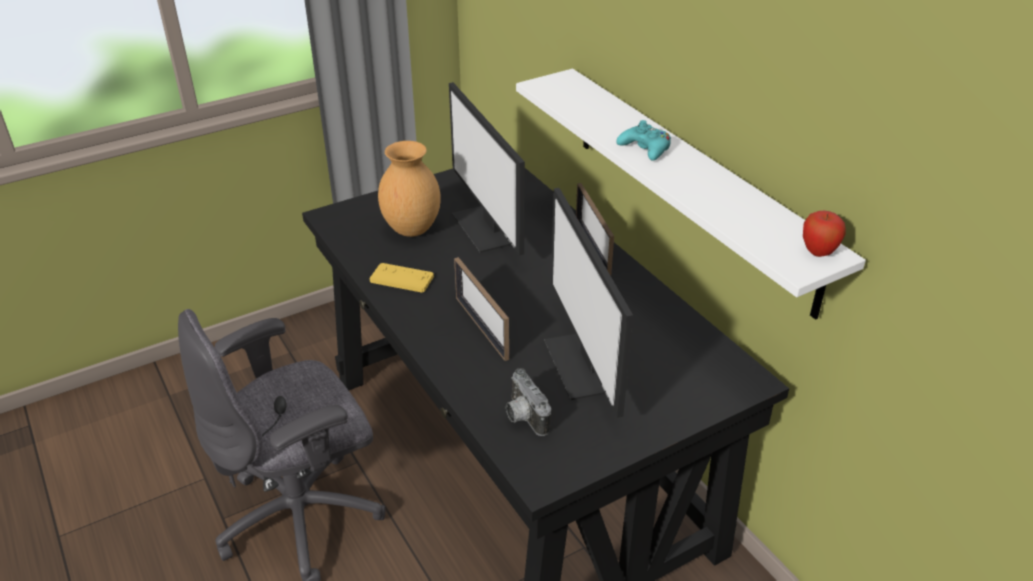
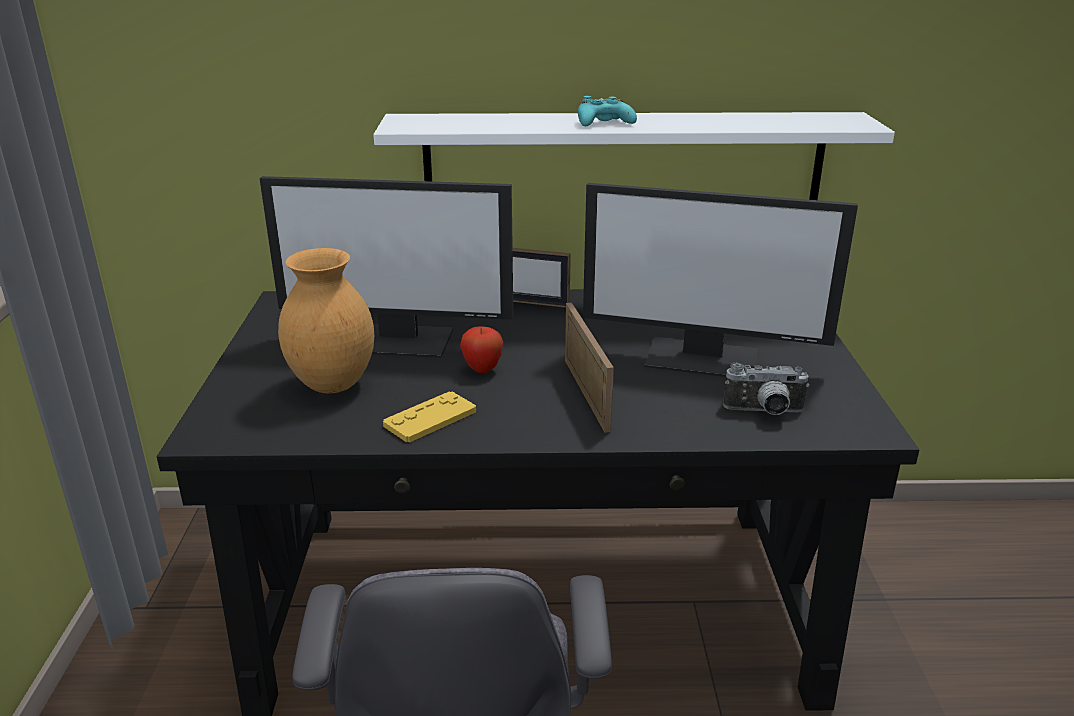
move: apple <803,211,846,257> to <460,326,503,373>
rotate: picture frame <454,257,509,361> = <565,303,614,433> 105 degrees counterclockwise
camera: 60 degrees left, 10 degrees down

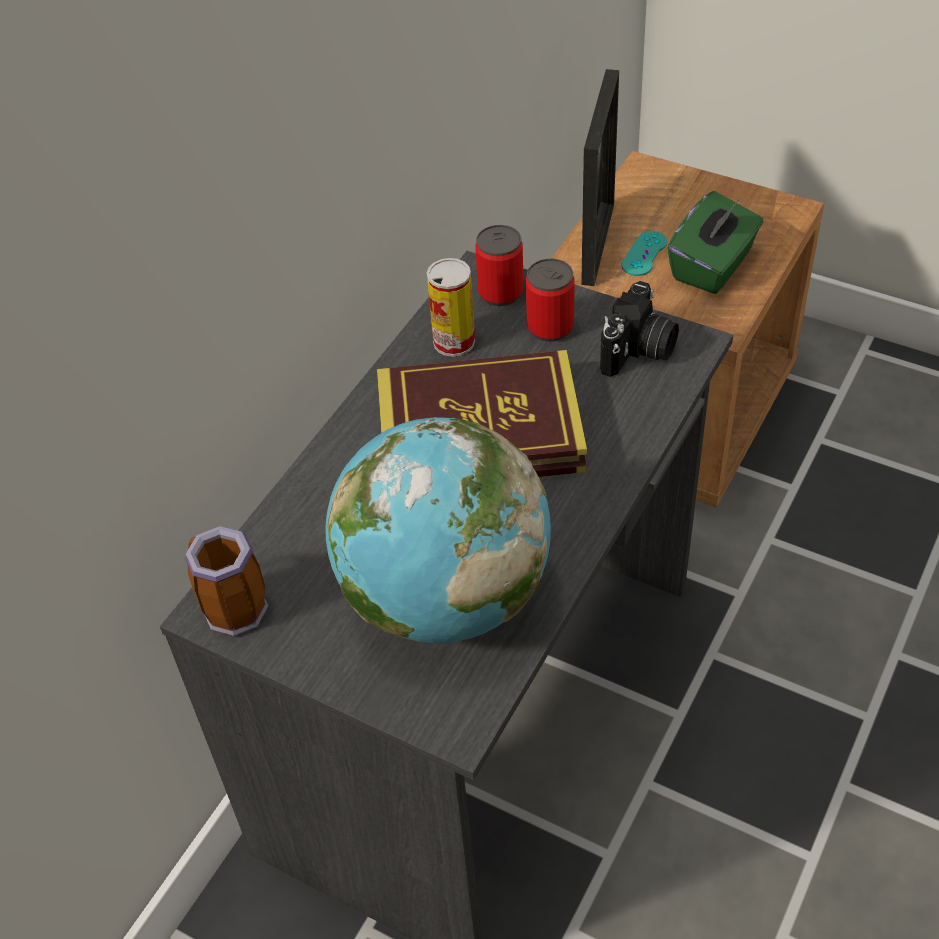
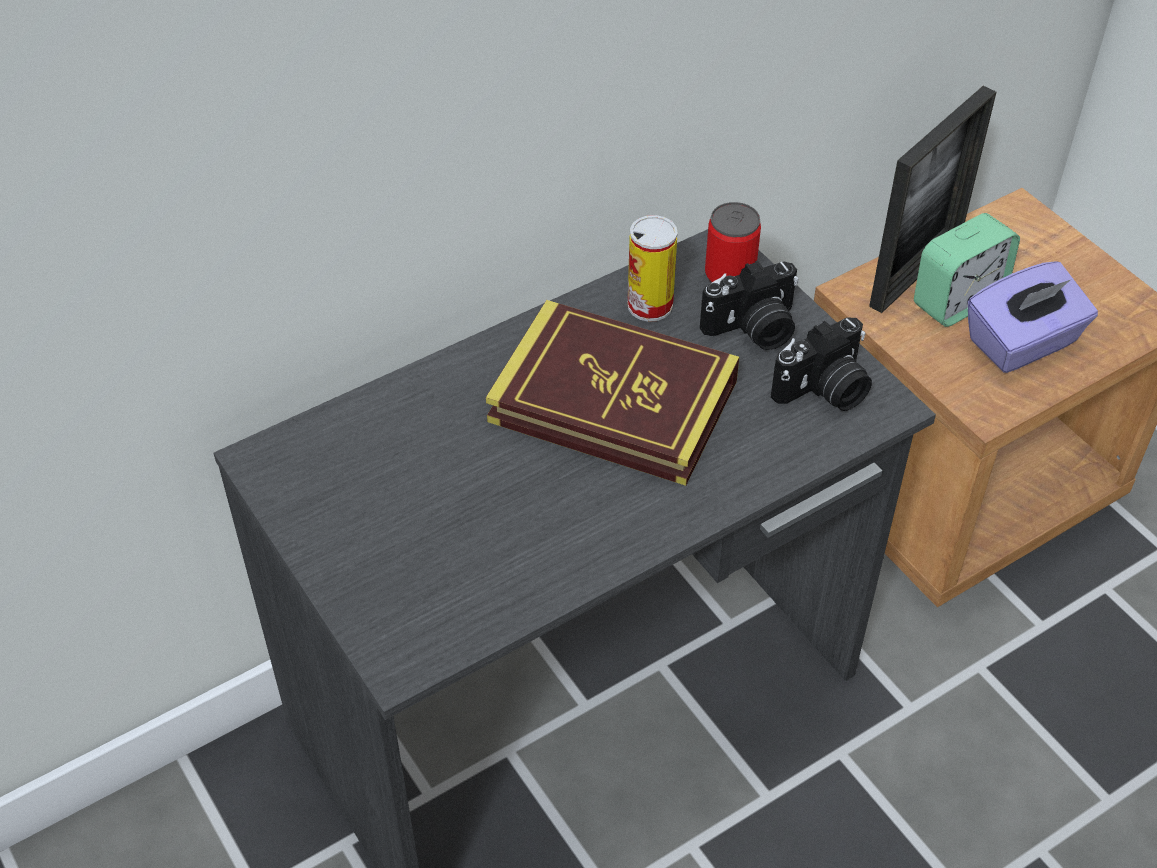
delete: mug <184,526,268,636>; globe <325,417,551,643>
replace: can <526,259,575,342> to photo camera <700,261,799,350>; turquoise game controller <622,231,667,276> to alarm clock <914,213,1020,327>
recolor: green tissue box <668,191,763,294> to purple tissue box <968,261,1098,373>
camera: 25 degrees right, 0 degrees up

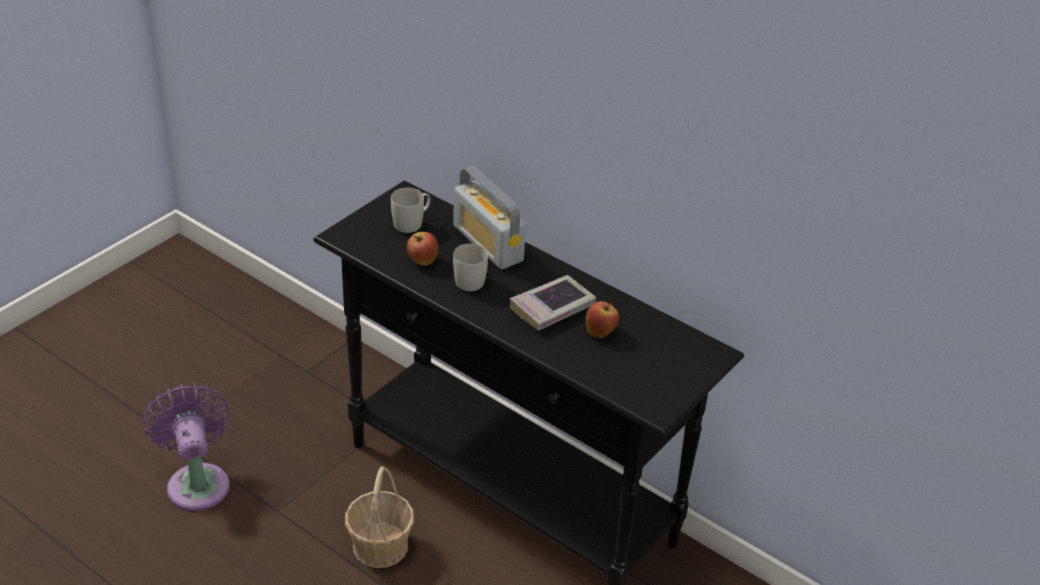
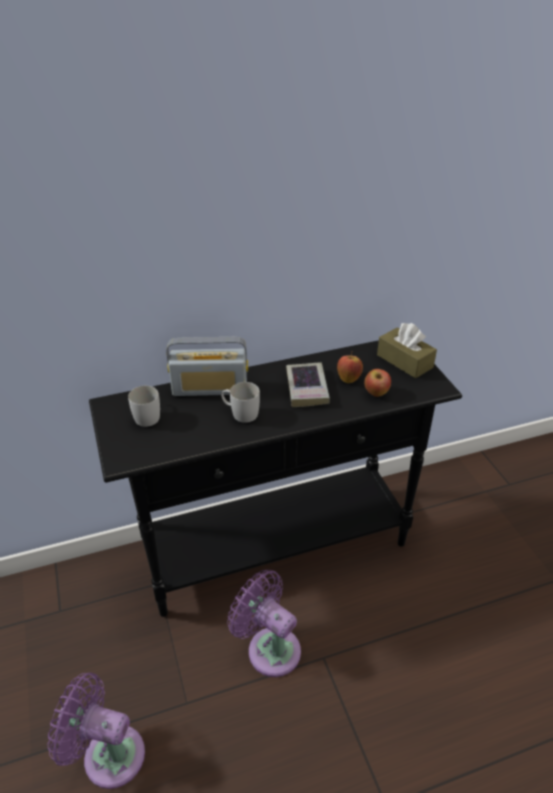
insert: brown tissue box <377,323,437,378>
move: apple <407,232,438,266> to <364,369,391,397>
replace: basket <345,466,414,568> to purple fan <227,570,301,677>
camera: 55 degrees left, 0 degrees up

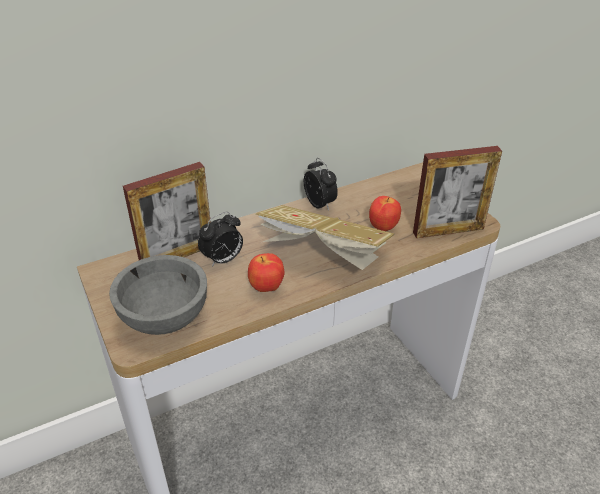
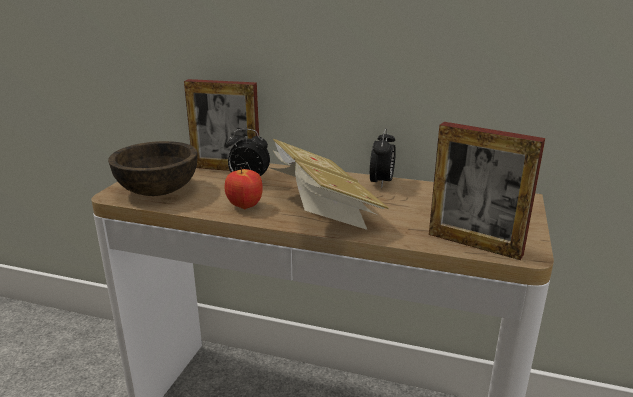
delete: apple <369,196,401,231>
recolor: grey bowl <109,255,207,335> to brown bowl <108,141,198,196>
camera: 45 degrees right, 15 degrees down

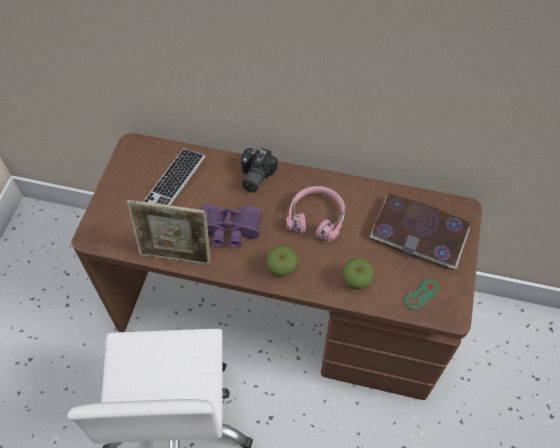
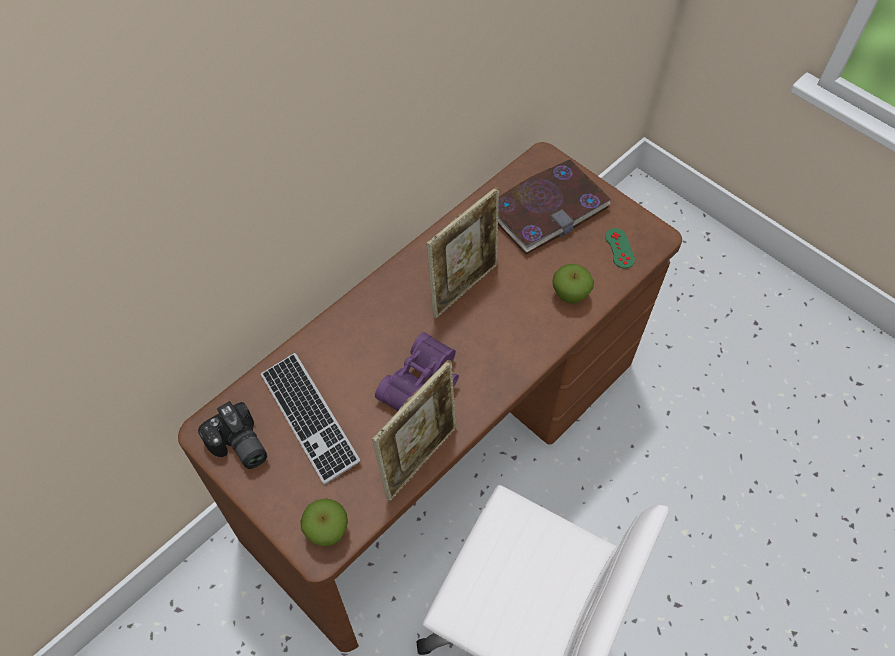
move: photo camera <241,148,277,192> to <198,401,267,469>; apple <266,246,298,277> to <300,498,348,546>
replace: pink headphones <286,186,345,241> to picture frame <426,187,499,318>
camera: 60 degrees left, 0 degrees up

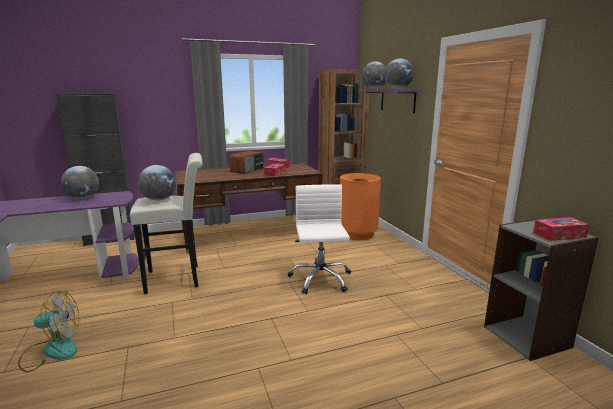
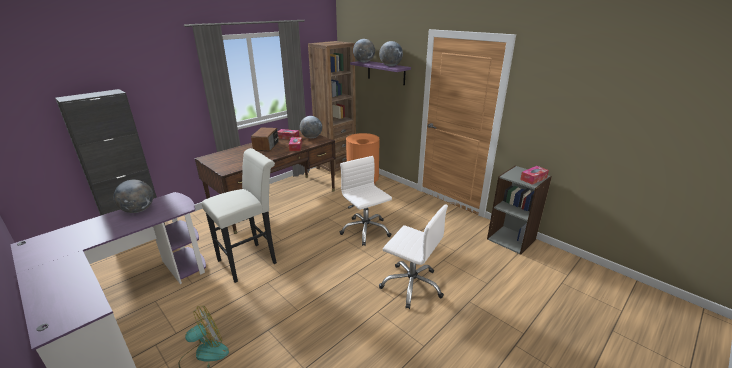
insert: white office chair <379,204,448,309>
move: globe <138,165,176,201> to <300,116,322,138>
camera: 25 degrees left, 10 degrees up

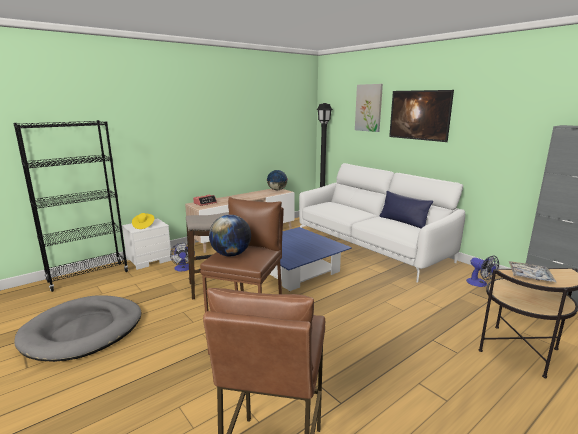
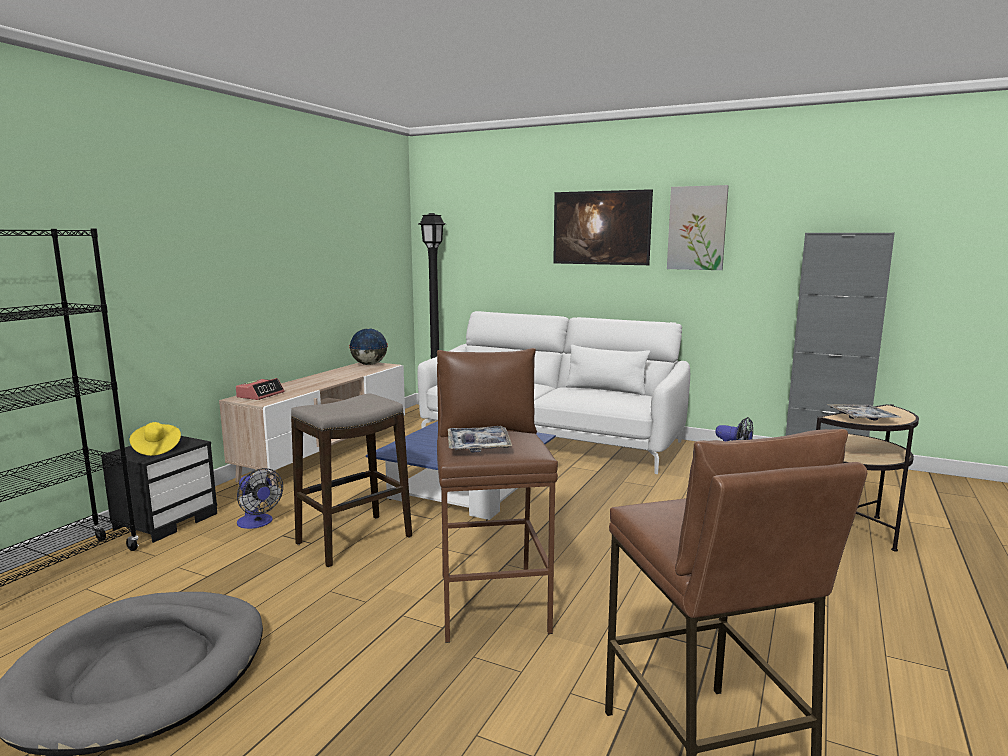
move: picture <355,84,383,132> to <667,185,729,270>
replace: globe <209,215,251,257> to tray <448,426,512,453>
recolor: white nightstand <122,218,172,270> to black nightstand <102,436,217,543>; blue pillow <380,191,433,228> to white pillow <565,345,650,395>
camera: 25 degrees left, 5 degrees down

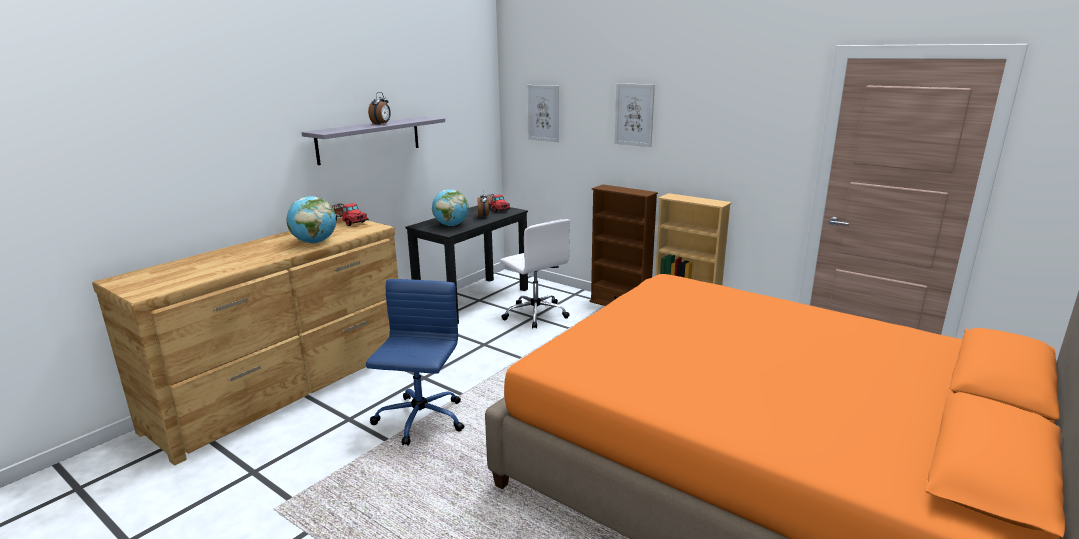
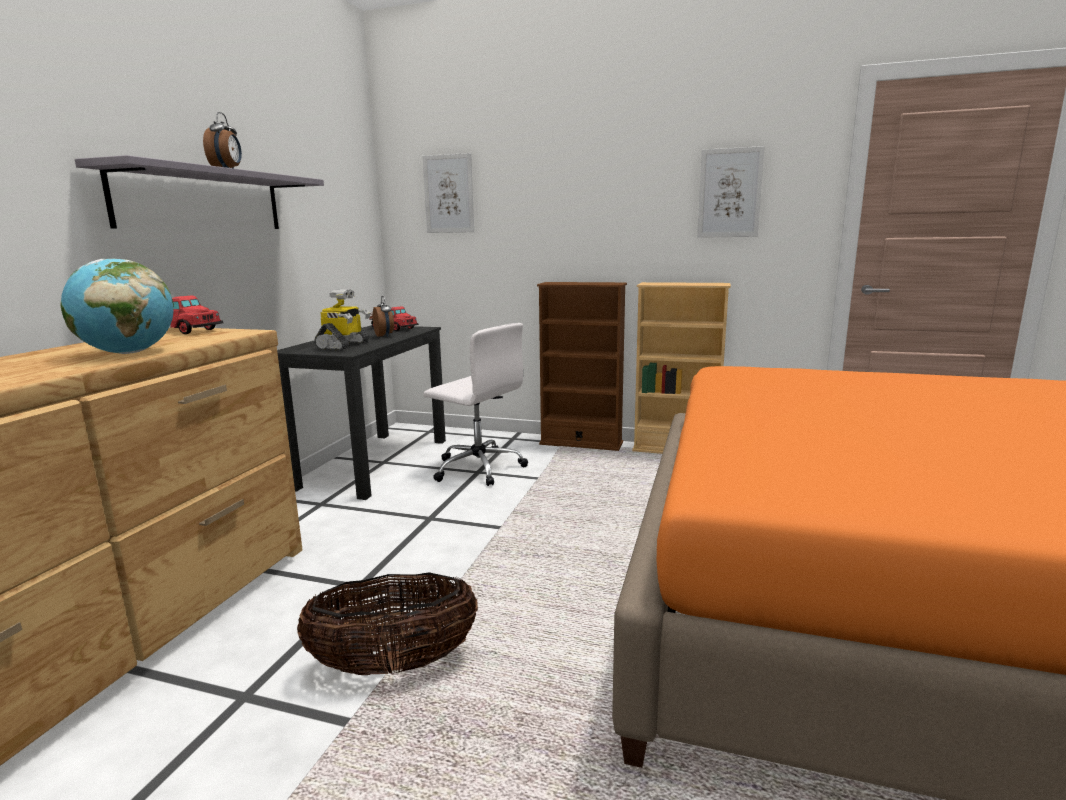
move: picture <615,83,655,147> to <697,146,765,238>
replace: blue office chair <366,279,464,446> to basket <297,572,478,675>; globe <432,189,469,226> to toy robot <314,289,370,350>
camera: 20 degrees left, 5 degrees down

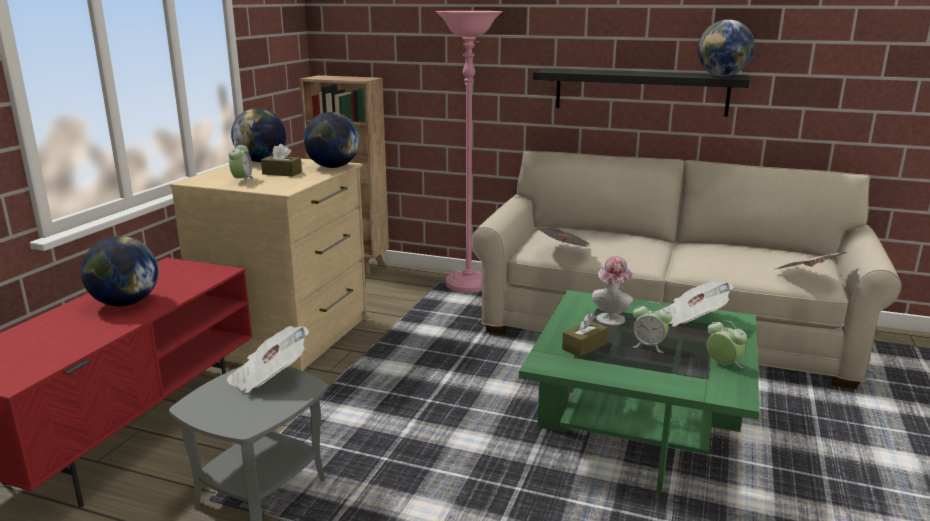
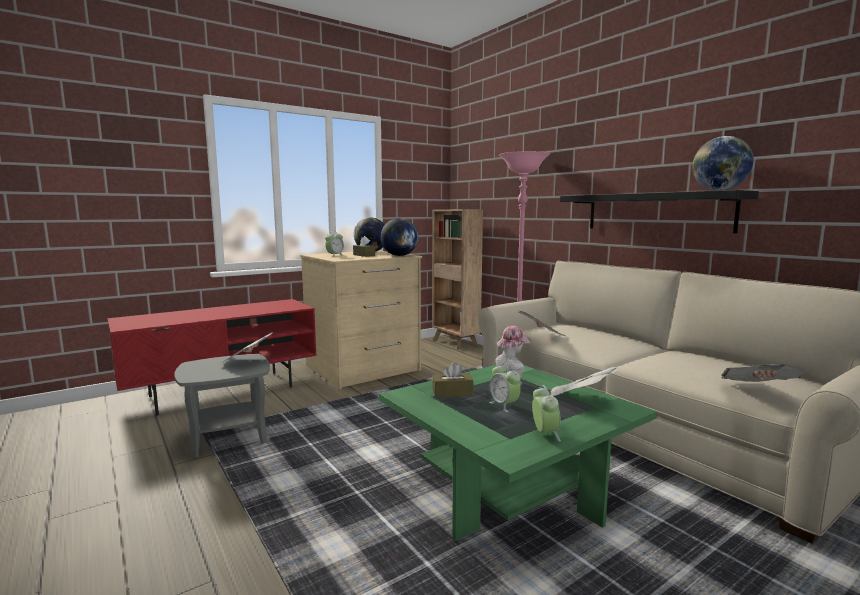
delete: globe <81,236,158,306>
camera: 35 degrees right, 10 degrees down

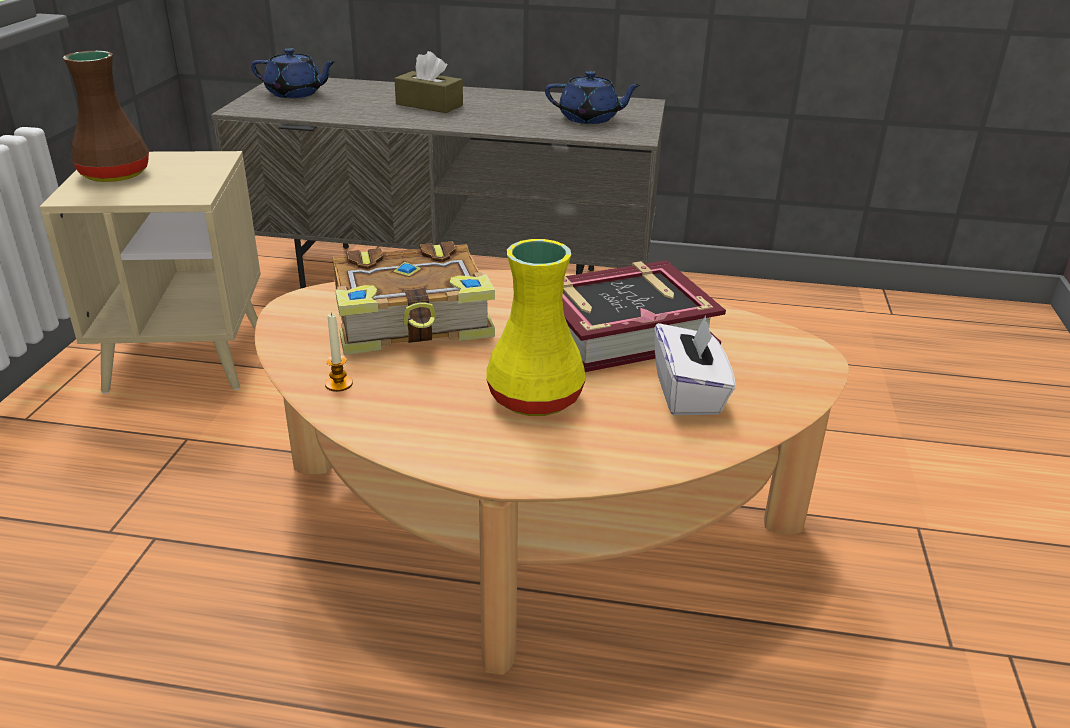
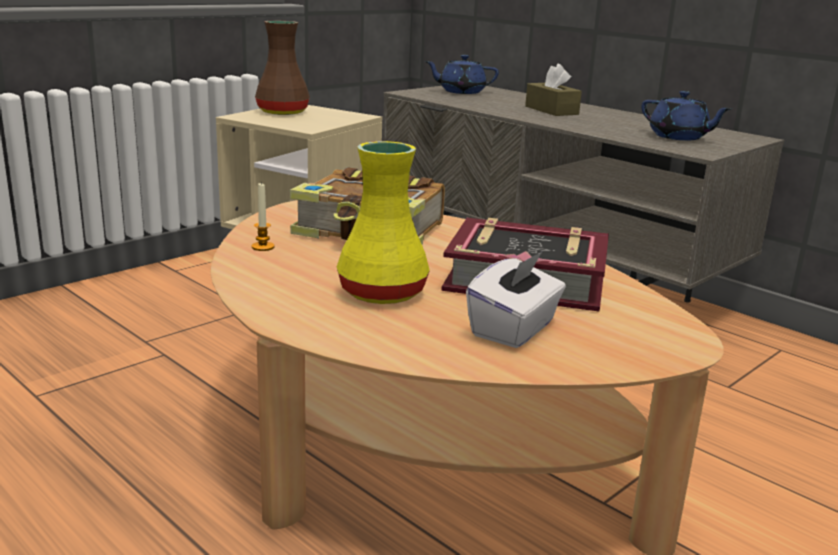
rotate: blue teapot <251,48,337,98> = <425,55,499,94> 135 degrees clockwise
camera: 35 degrees right, 10 degrees down

